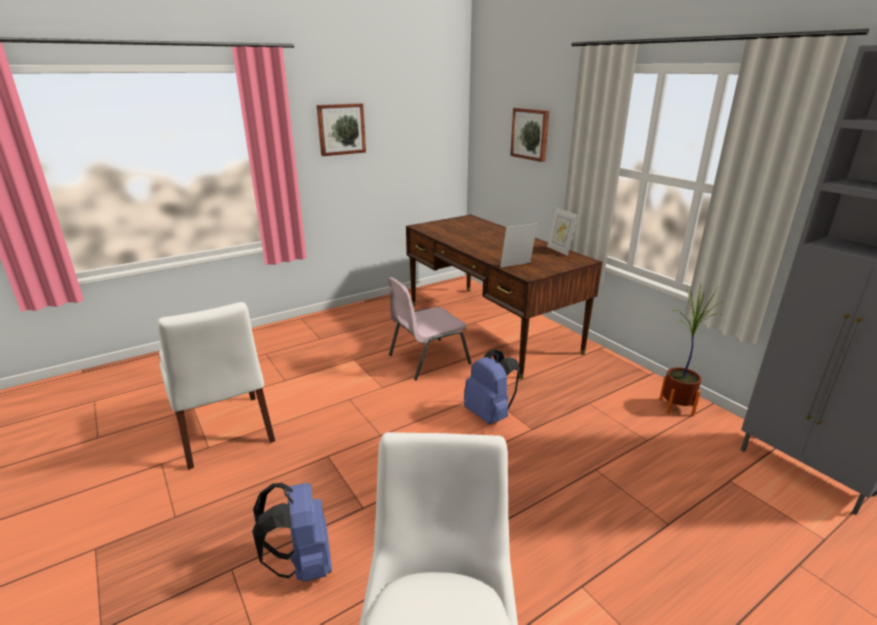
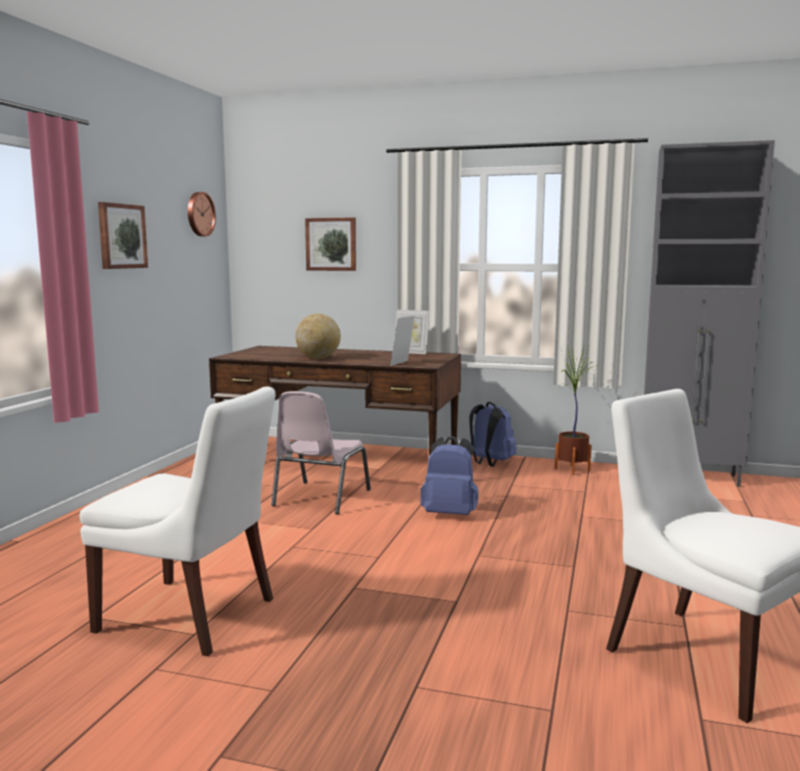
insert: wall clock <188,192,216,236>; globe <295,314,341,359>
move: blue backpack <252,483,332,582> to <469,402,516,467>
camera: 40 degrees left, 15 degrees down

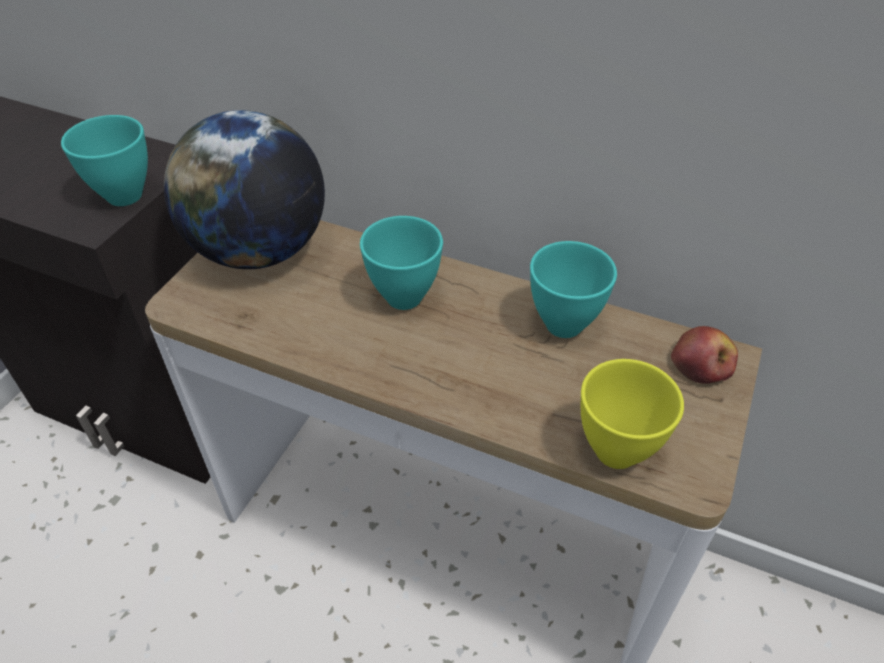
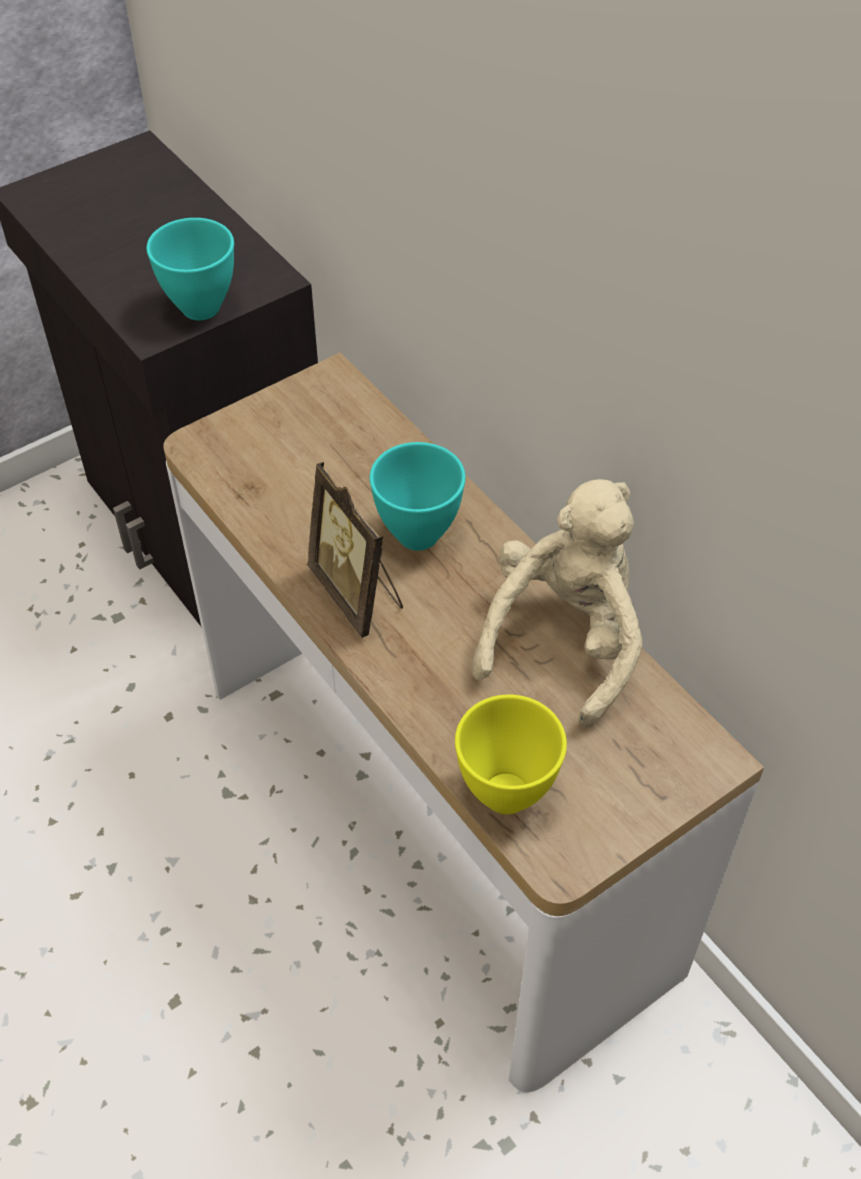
delete: globe <164,110,325,269>; apple <671,326,738,384>
insert: picture frame <307,462,403,638>
replace: turquoise bowl <530,241,617,338> to beige plush toy <471,479,643,728>
camera: 30 degrees right, 5 degrees up

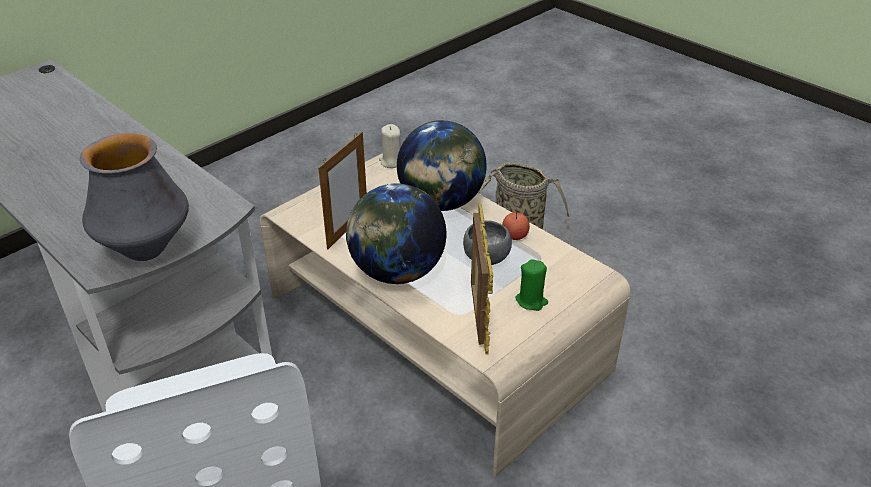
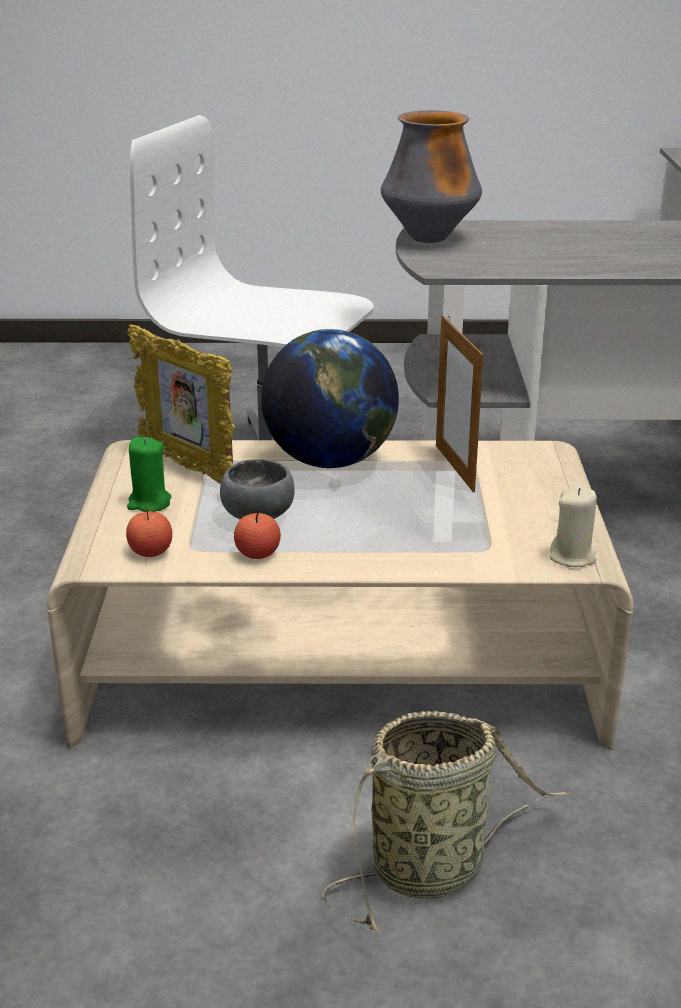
delete: globe <397,120,487,211>
insert: apple <126,504,172,557>
camera: 135 degrees right, 10 degrees down

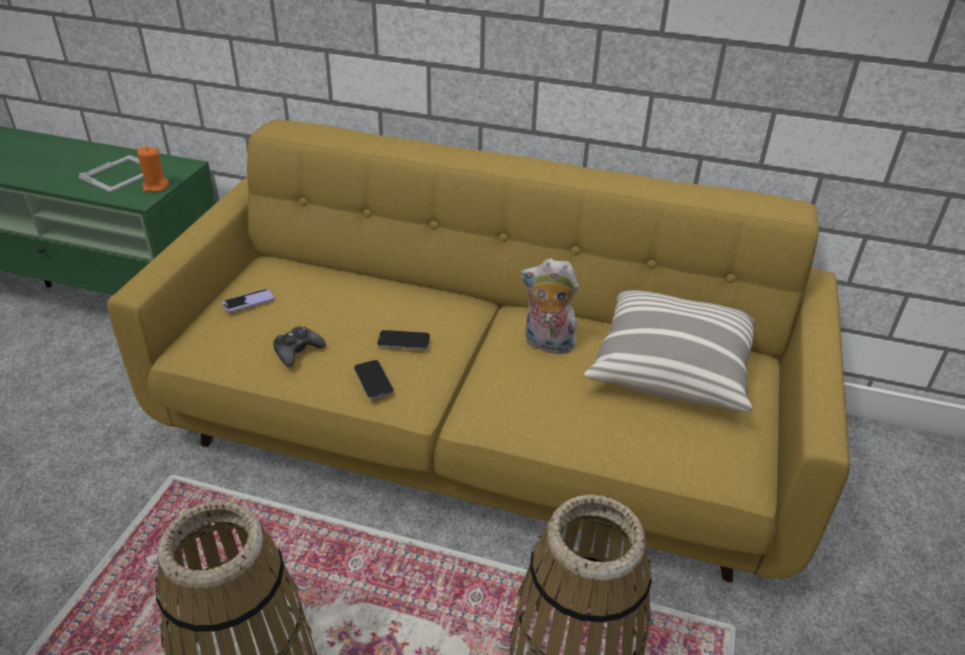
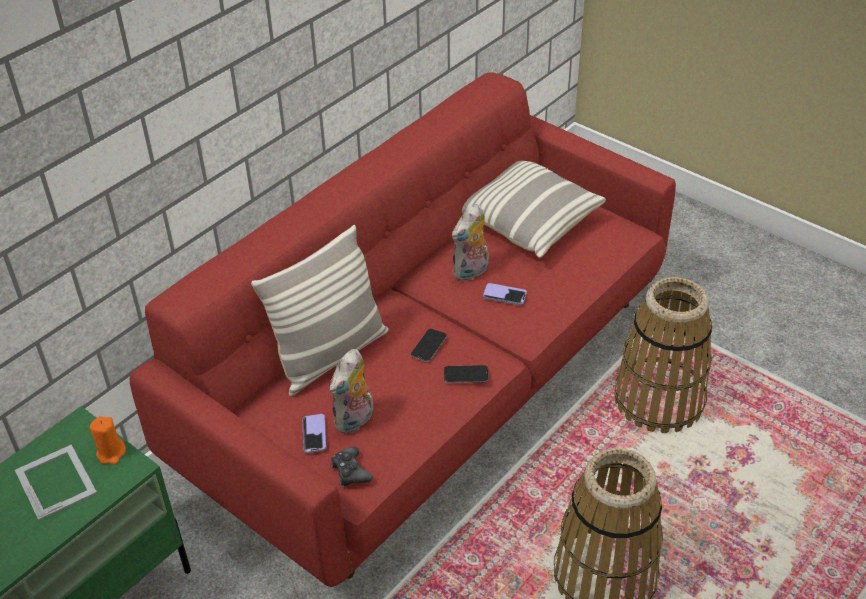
insert: pillow <251,225,389,396>; plush toy <329,349,373,434>; phone <483,283,527,305>
move: black game controller <273,326,326,367> to <331,447,373,486>
recolor: yellow sofa <107,120,850,583> to red sofa <129,72,676,587>
camera: 65 degrees left, 5 degrees up

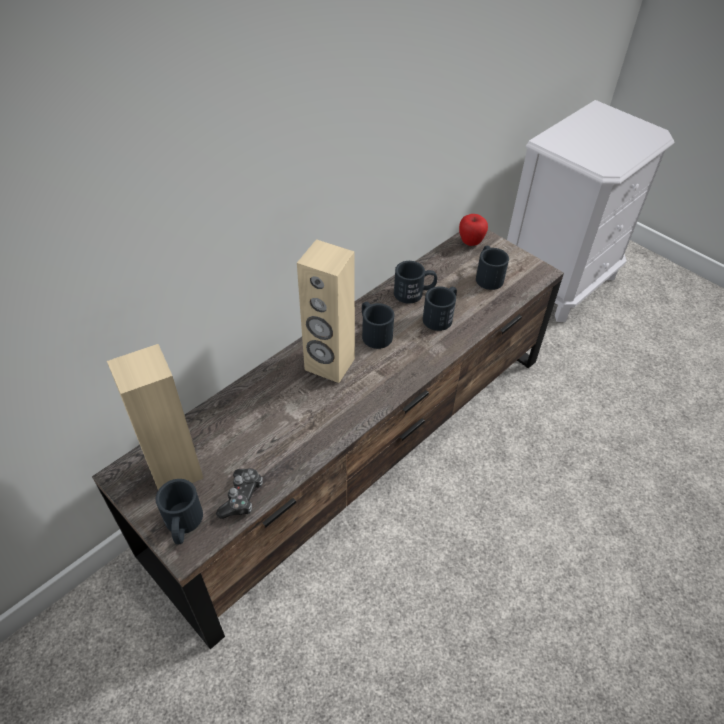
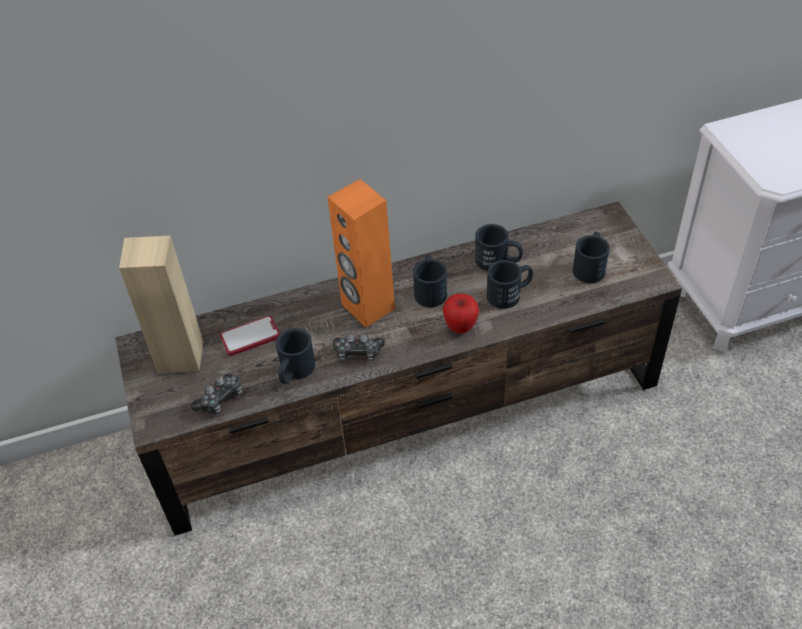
insert: phone <220,316,280,356>; game controller <333,334,385,362>
move: black mug <156,479,203,545> to <276,328,316,384>; apple <459,214,488,246> to <443,293,479,334>
recolor: beige speaker <297,239,355,383> to orange speaker <327,179,395,327>
camera: 30 degrees right, 0 degrees up

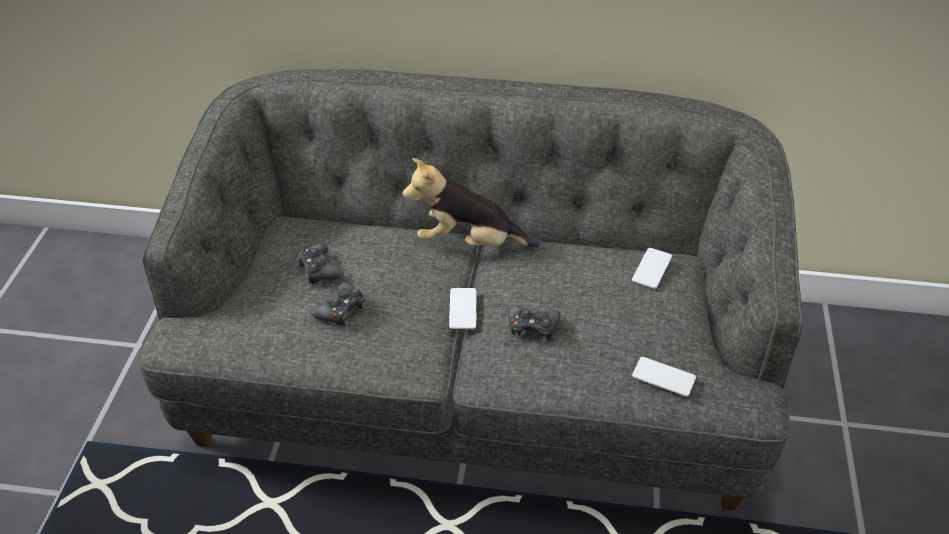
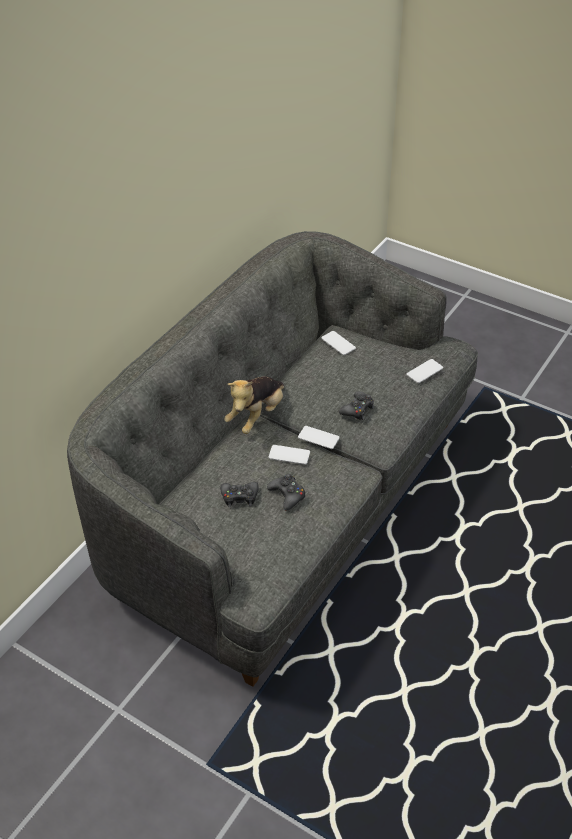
insert: phone <269,445,310,465>
camera: 65 degrees left, 0 degrees up

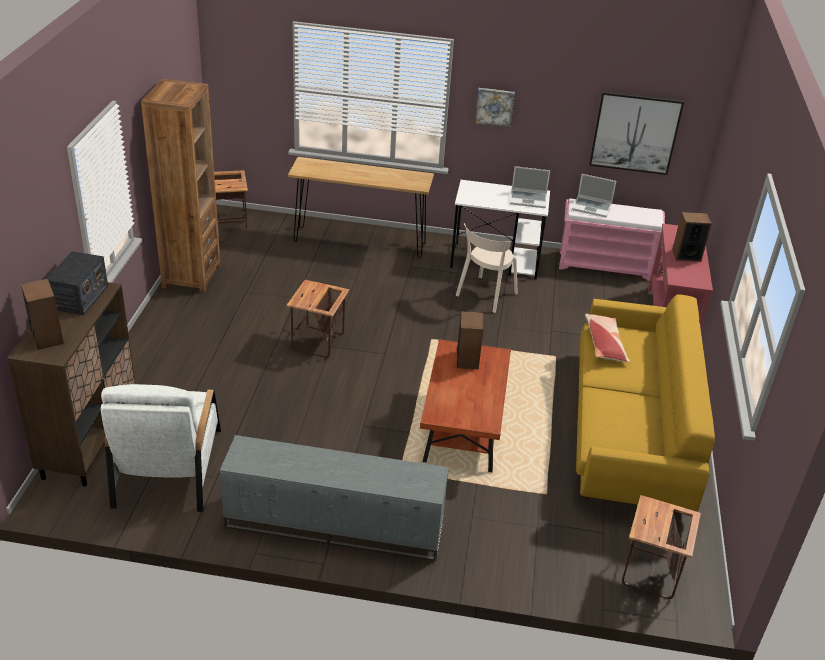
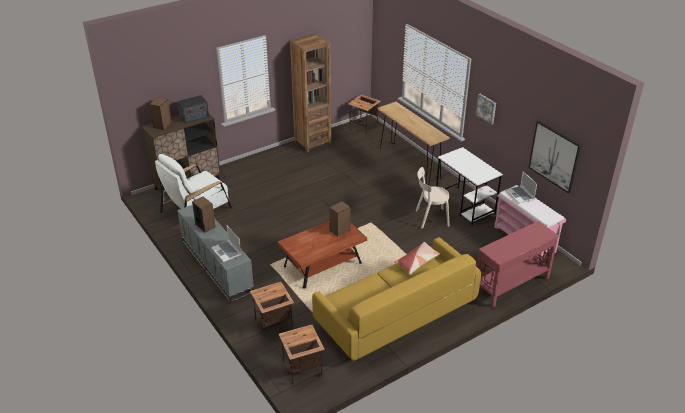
move: side table <287,280,349,358> to <250,282,294,337>; laptop <510,166,550,208> to <211,226,241,262>; speaker <672,212,712,262> to <192,197,215,232>
camera: 50 degrees right, 0 degrees up

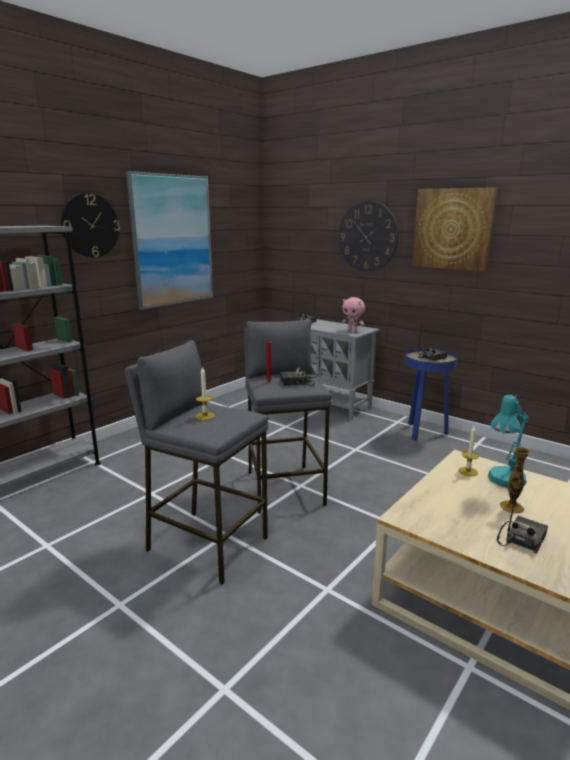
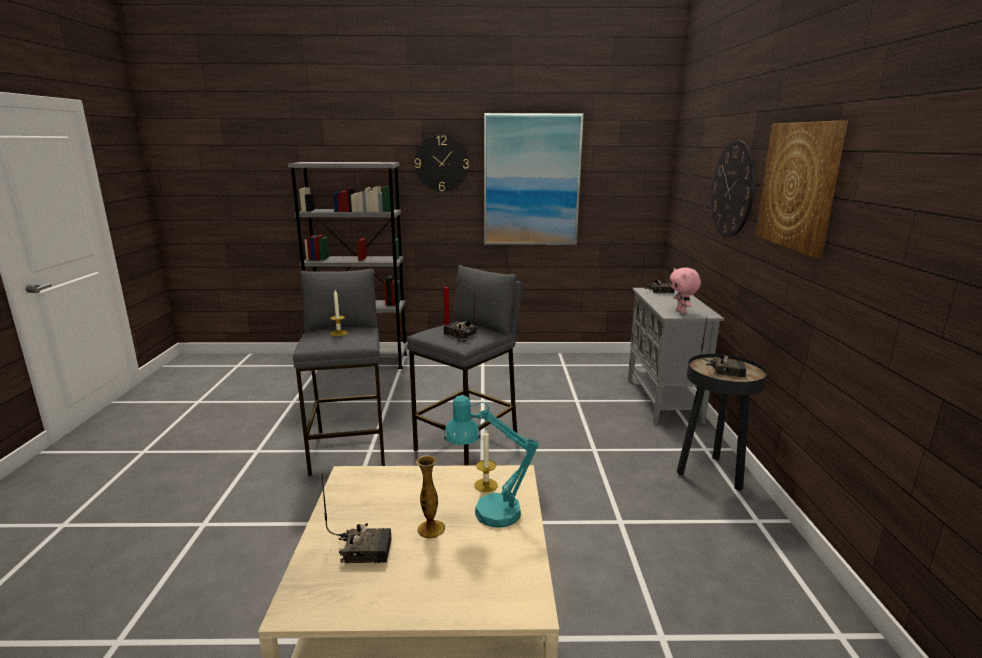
recolor: blue side table <405,349,458,441> to black side table <677,354,767,491>
camera: 50 degrees right, 0 degrees up

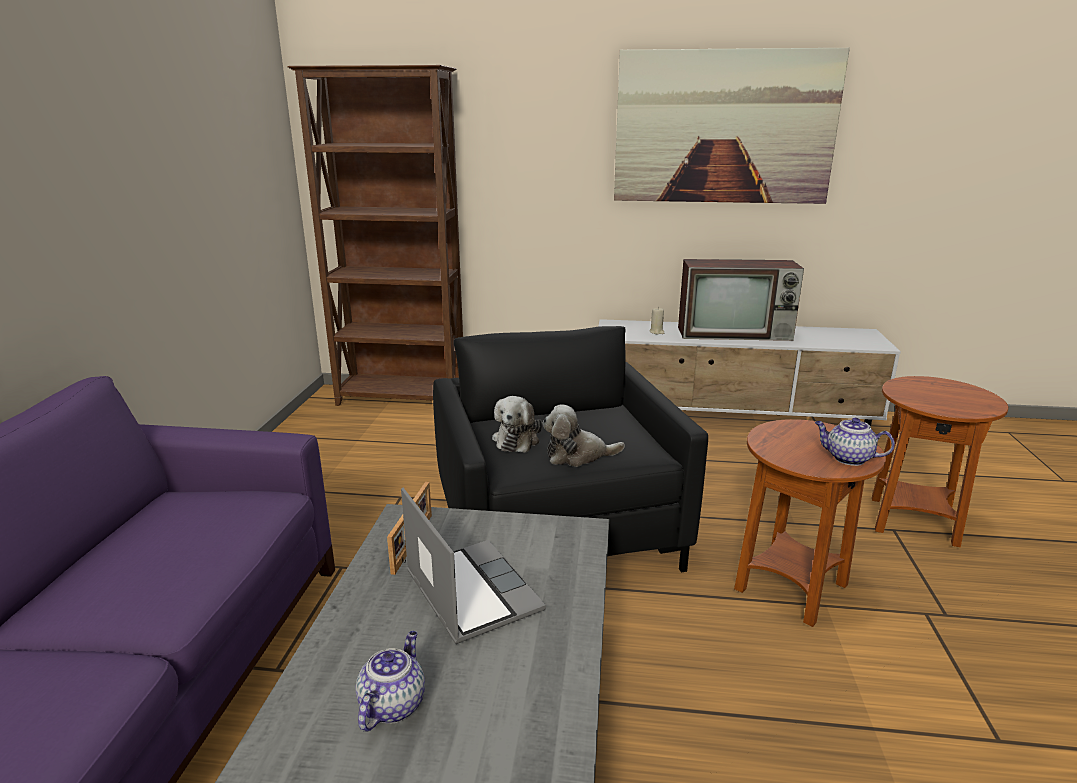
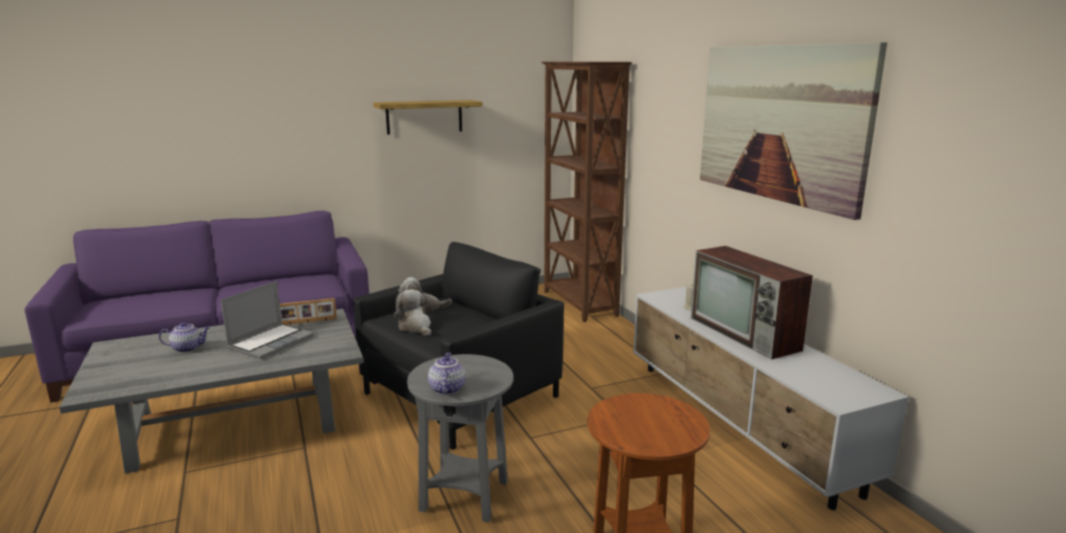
insert: shelf <373,100,483,135>
recolor: brown side table <734,419,886,627> to grey side table <407,354,514,522>
camera: 60 degrees right, 5 degrees down

